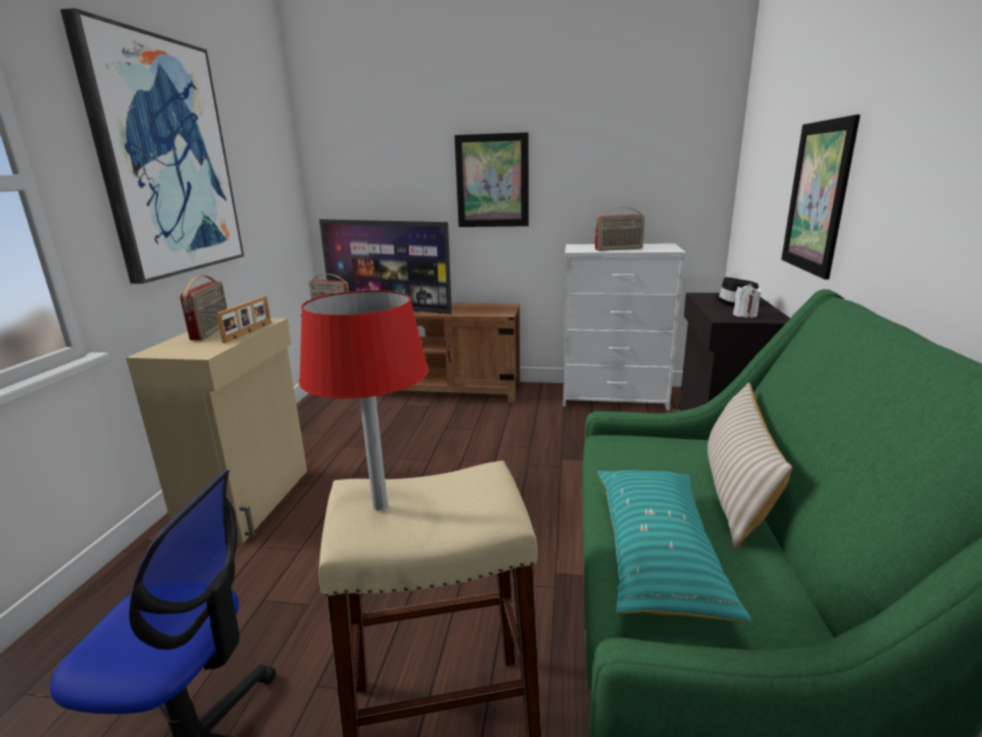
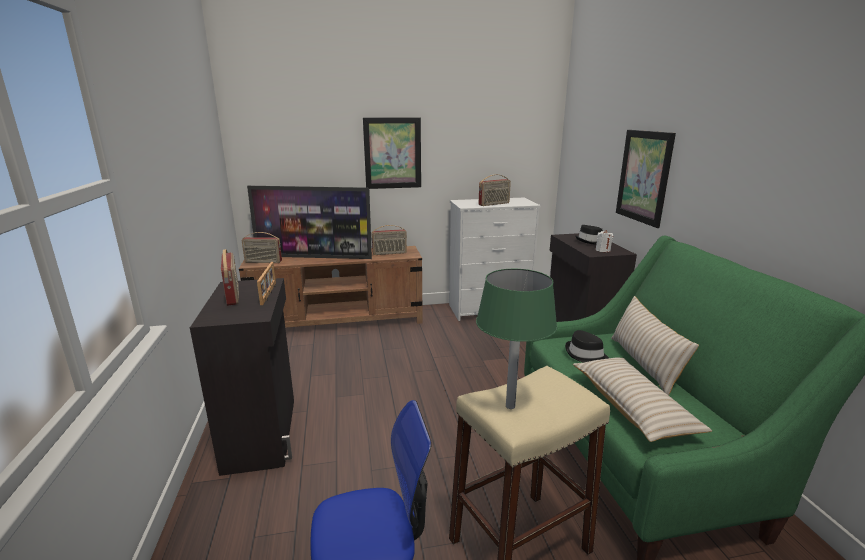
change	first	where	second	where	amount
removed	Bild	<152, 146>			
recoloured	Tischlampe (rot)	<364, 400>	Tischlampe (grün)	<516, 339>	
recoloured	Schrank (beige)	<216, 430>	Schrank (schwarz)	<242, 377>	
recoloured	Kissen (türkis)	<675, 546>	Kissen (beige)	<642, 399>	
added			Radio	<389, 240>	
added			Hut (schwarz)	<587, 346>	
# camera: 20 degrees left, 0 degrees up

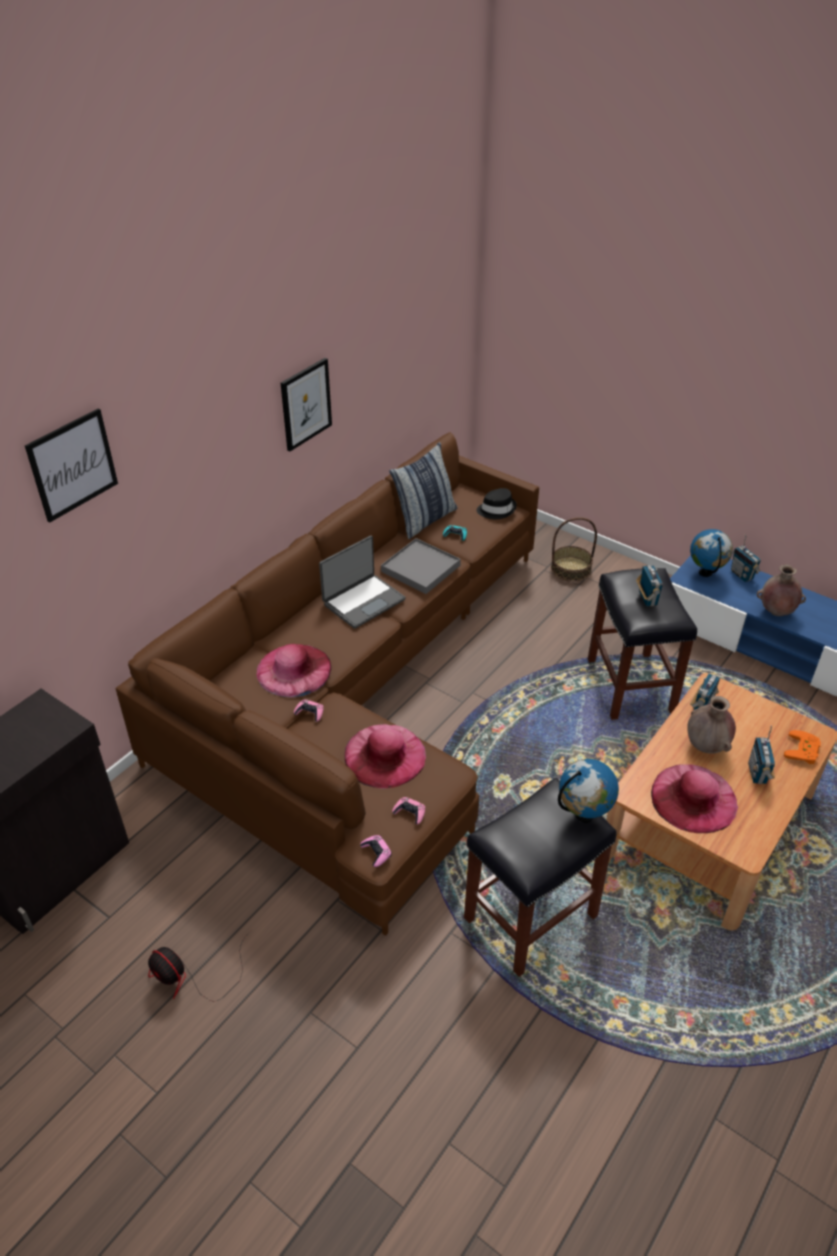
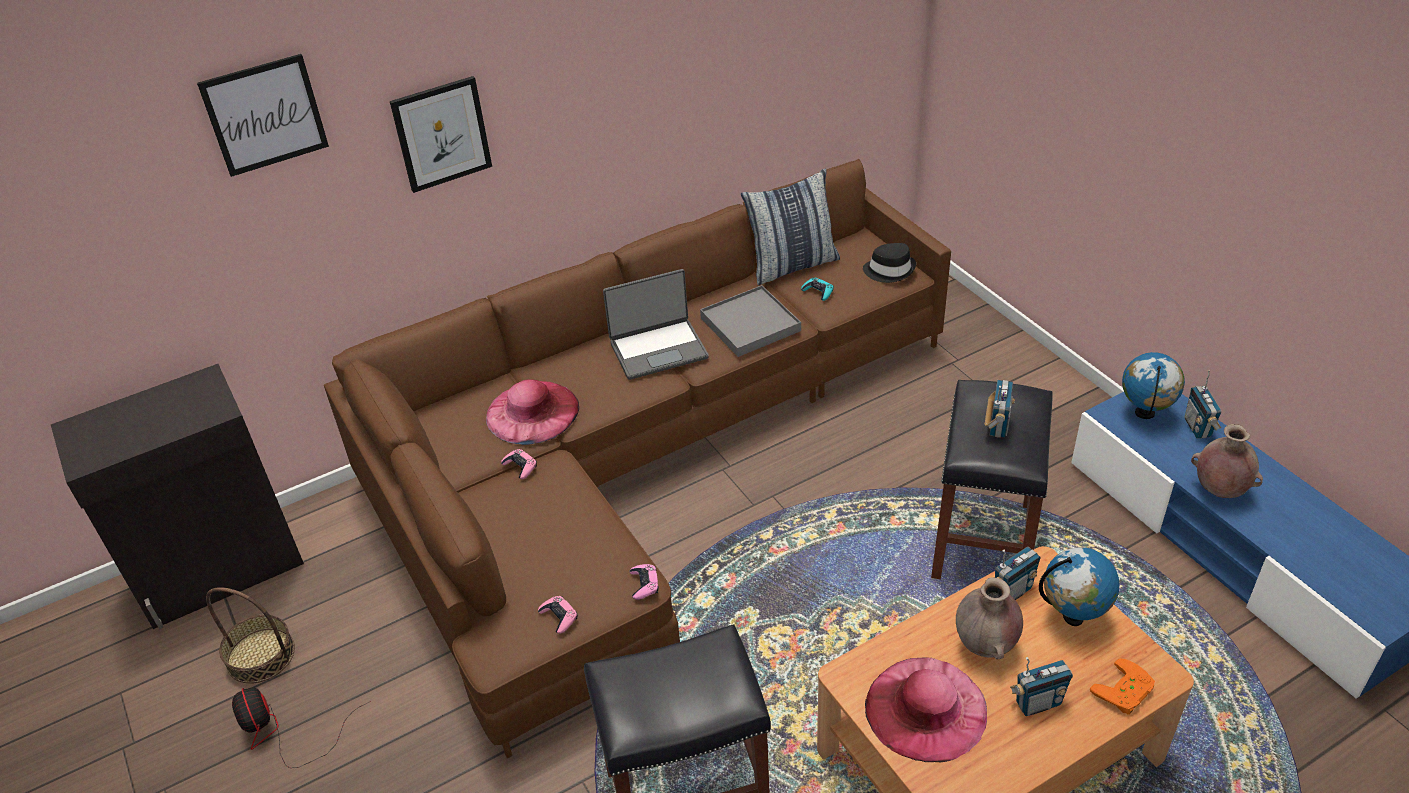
change	first	where	second	where	amount
moved	Bild	<306, 404>		<441, 134>	
moved	Korb	<574, 549>		<250, 635>	
removed	Hut (rosa)	<385, 756>			
turned	Radio	<761, 755>		<1041, 686>	135 degrees counterclockwise
moved	Globus	<588, 791>		<1079, 586>	
moved	Gamepad (rosa)	<376, 851>		<644, 582>	
# camera: 25 degrees right, 0 degrees up

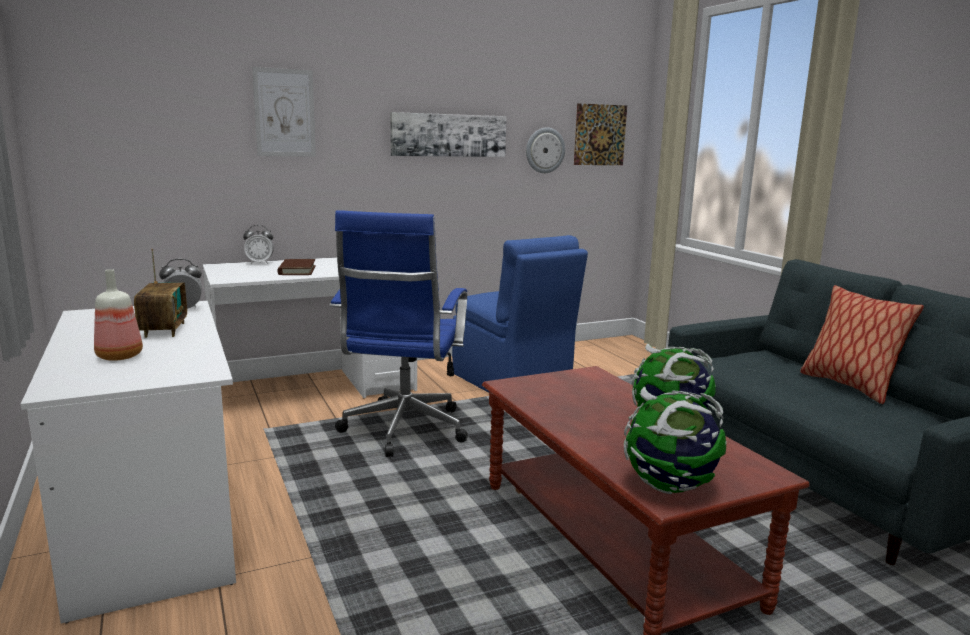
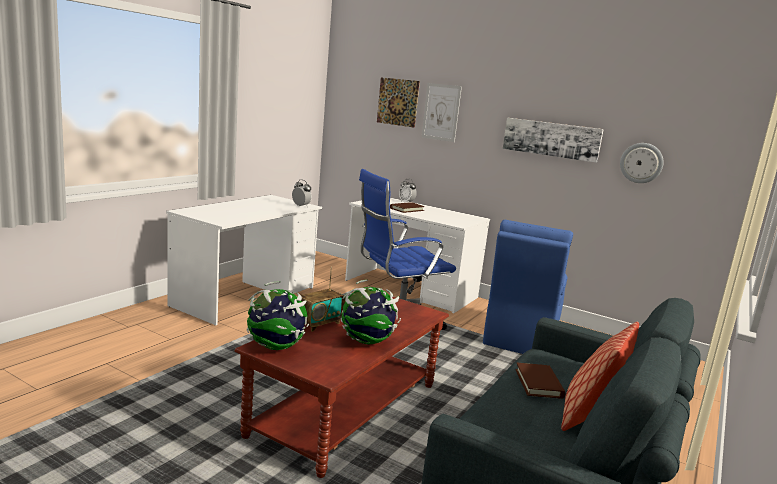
change	first	where	second	where	amount
moved	Bild	<600, 134>		<398, 102>	
moved	Radio	<160, 293>		<323, 299>	
removed	Flasche	<118, 315>			
added			Buch (braun)	<540, 381>	
# camera: 55 degrees right, 0 degrees up

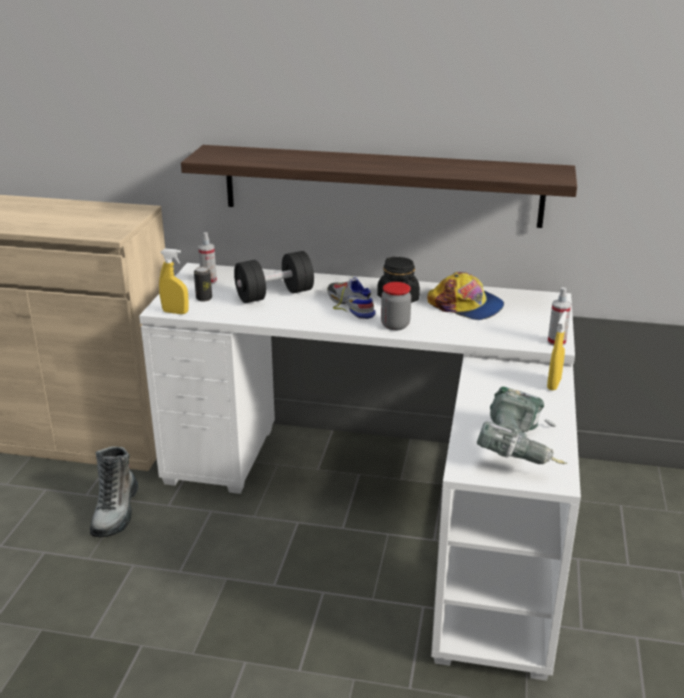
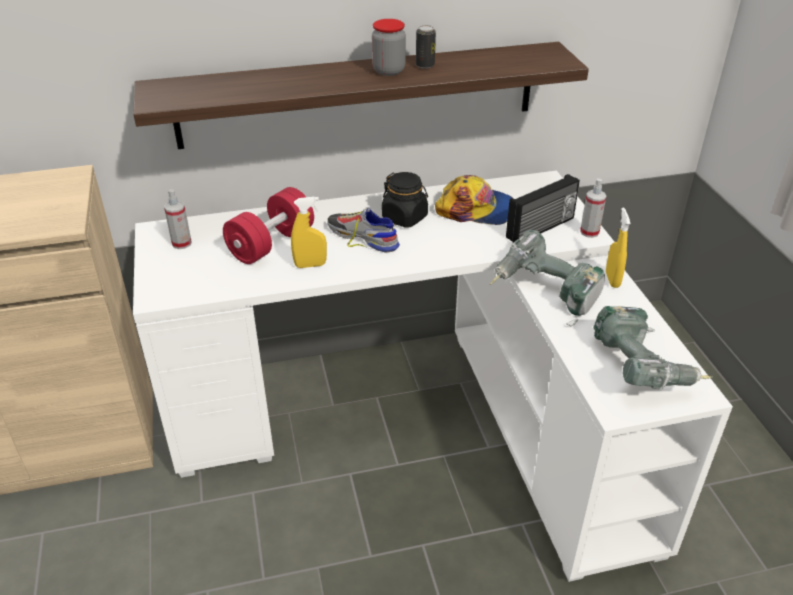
change	first	where	second	where	amount
moved	Sprühflasche (gelb)	<174, 281>		<309, 232>	
recoloured	Hantel (schwarz)	<274, 277>	Hantel (rot)	<268, 225>	
moved	Dose	<203, 284>		<426, 47>	
moved	Vorratsglas	<396, 306>		<389, 47>	
removed	Stiefel	<114, 492>			
added			Radio	<543, 208>	
added			Bohrmaschine	<547, 278>	
# camera: 25 degrees left, 10 degrees up

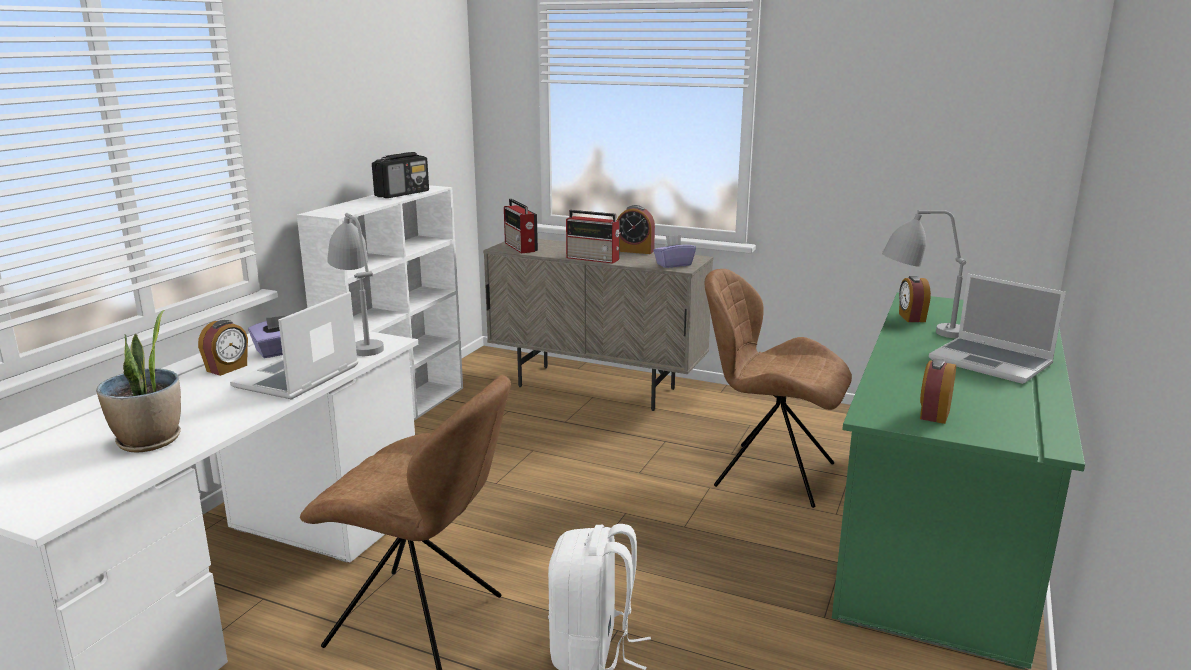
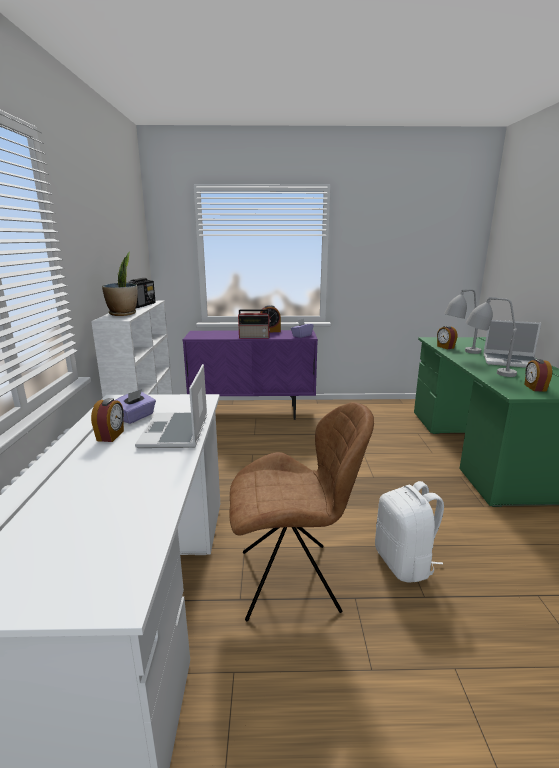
change	first	where	second	where	amount
removed	Radio	<521, 226>			
moved	Tischlampe (grau)	<355, 284>		<491, 337>	
recoloured	Schrank (beige)	<598, 325>	Schrank (lila)	<250, 375>	
removed	Stuhl (braun)	<778, 388>			
moved	Topfpflanze	<138, 381>		<120, 284>	
# camera: 25 degrees left, 0 degrees up

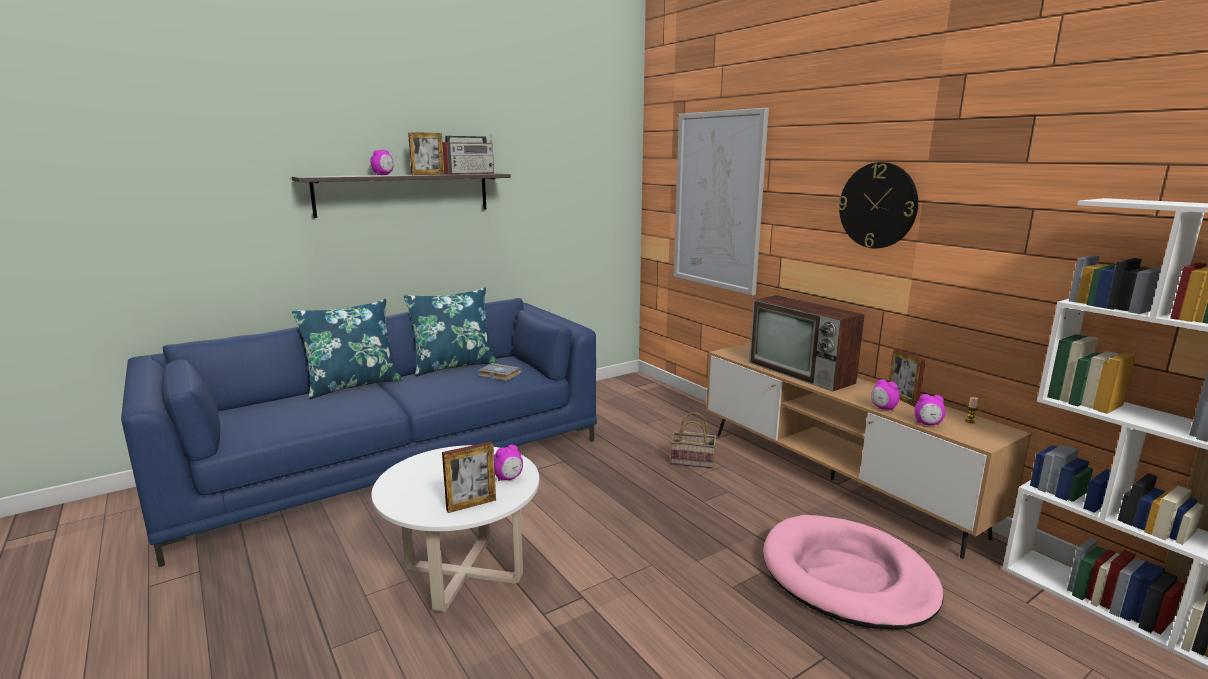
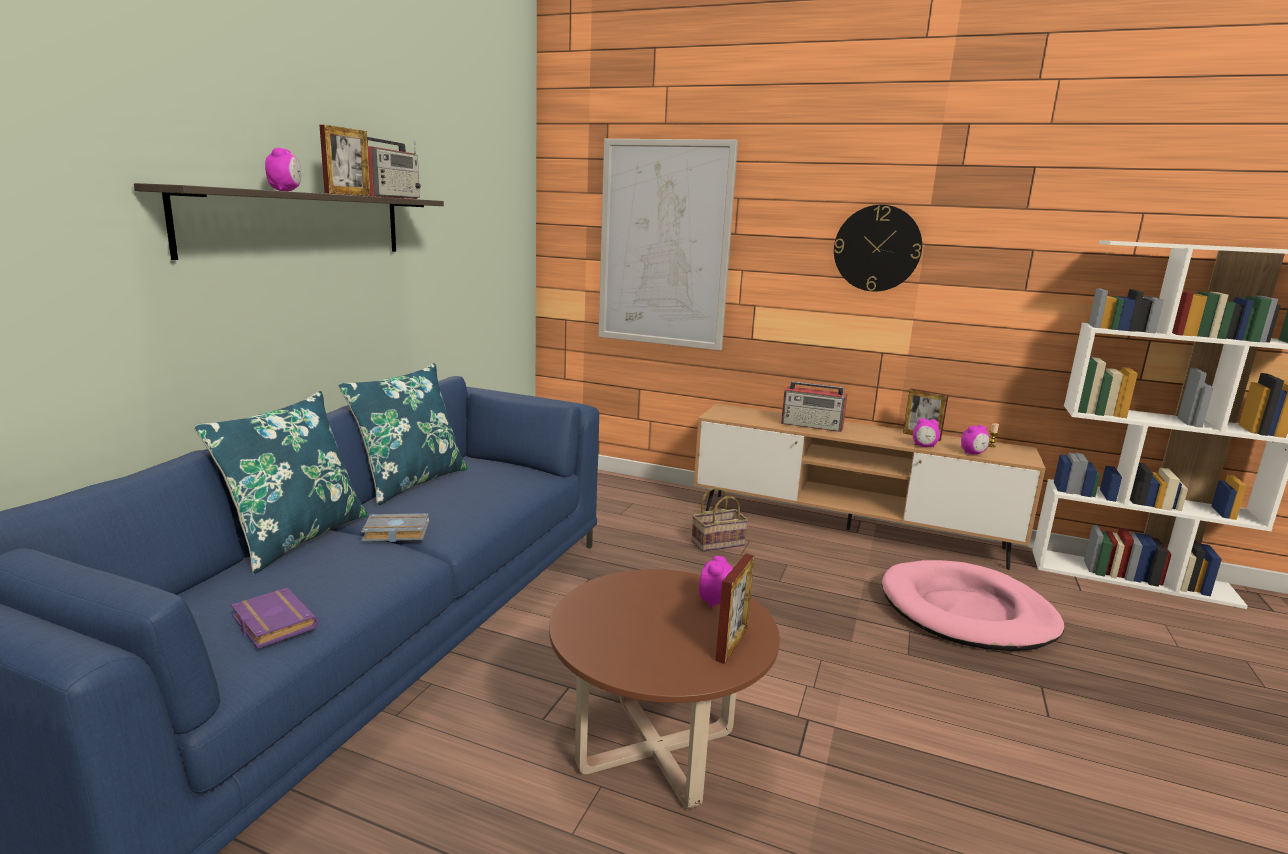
change	first	where	second	where	amount
replaced	Fernseher	<806, 343>	Radio	<814, 406>	
moved	Buch (grau)	<500, 372>		<395, 527>	
recoloured	Couchtisch (weiß)	<455, 528>	Couchtisch (braun)	<664, 689>	
added			Buch (lila)	<275, 618>	
# camera: 35 degrees left, 0 degrees up

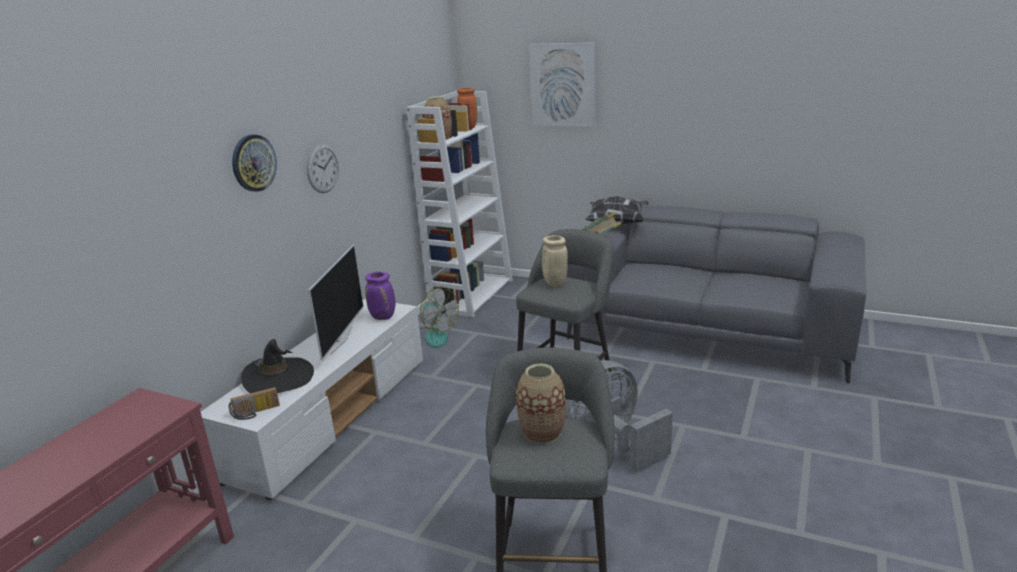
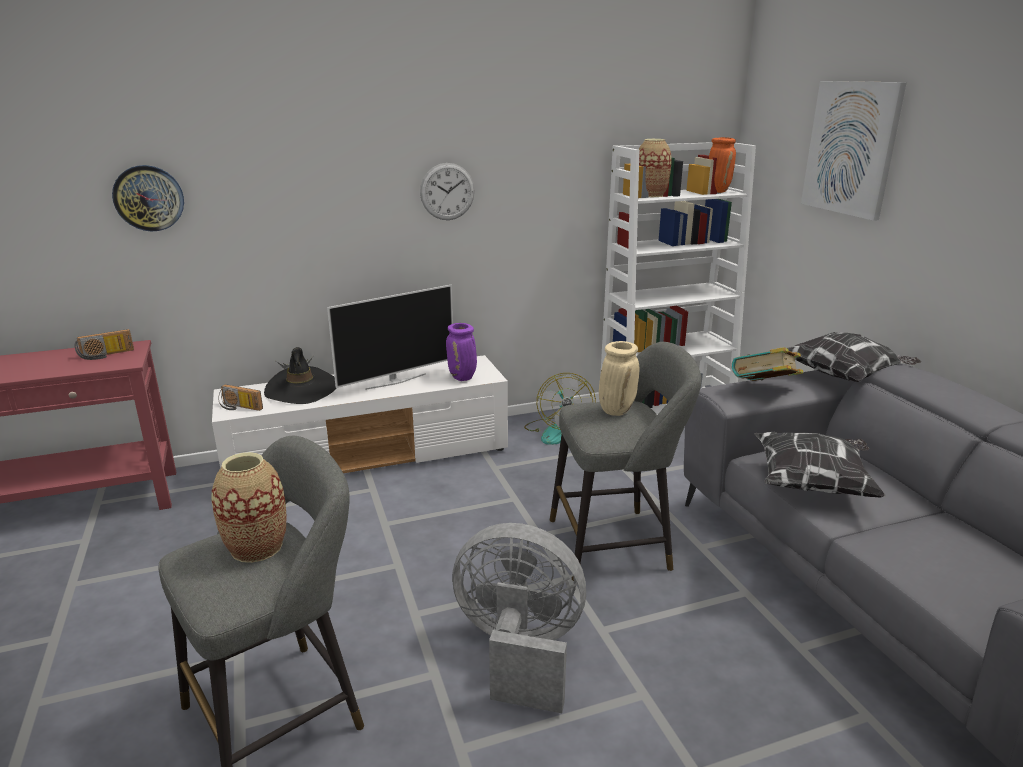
change	first	where	second	where	amount
moved	Wanduhr	<254, 163>		<148, 198>	
added			Radio	<104, 344>	
added			Kissen	<820, 464>	
# camera: 45 degrees right, 0 degrees up

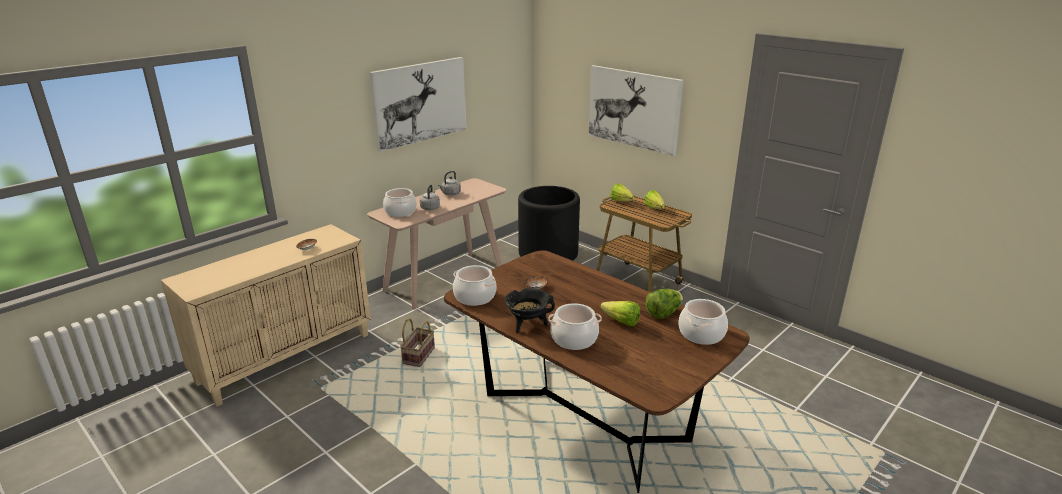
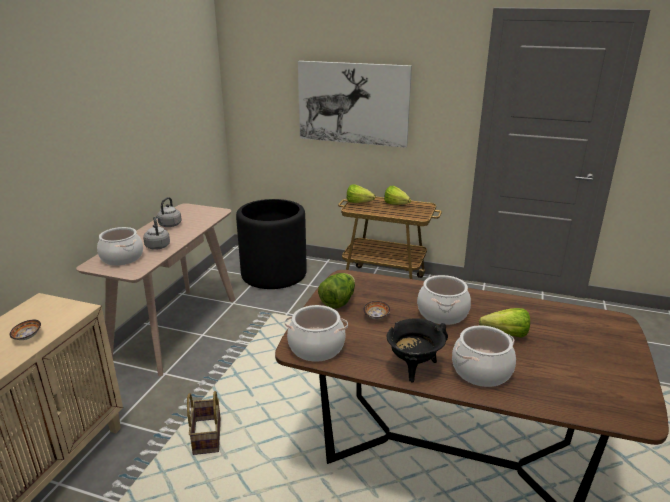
change	first	where	second	where	amount
removed	Bild	<418, 104>			
moved	Salatkopf	<664, 304>		<336, 290>	
moved	Kochtopf	<703, 322>		<444, 300>	
# camera: 25 degrees left, 0 degrees up

